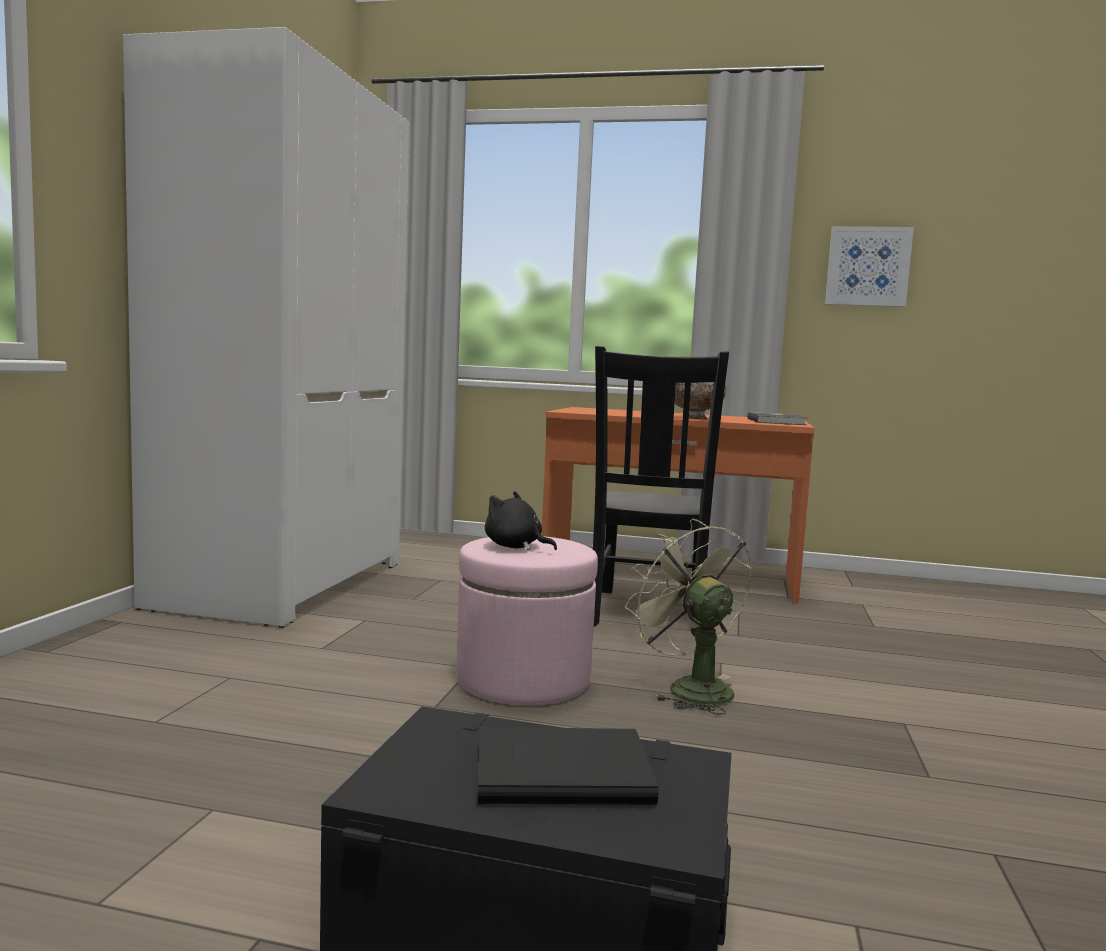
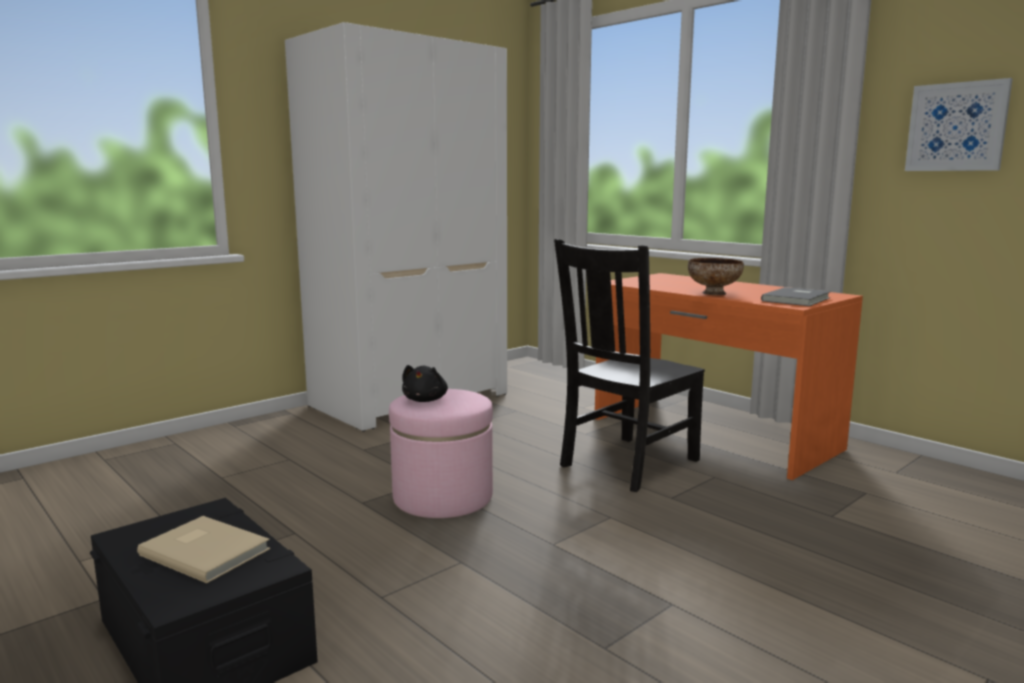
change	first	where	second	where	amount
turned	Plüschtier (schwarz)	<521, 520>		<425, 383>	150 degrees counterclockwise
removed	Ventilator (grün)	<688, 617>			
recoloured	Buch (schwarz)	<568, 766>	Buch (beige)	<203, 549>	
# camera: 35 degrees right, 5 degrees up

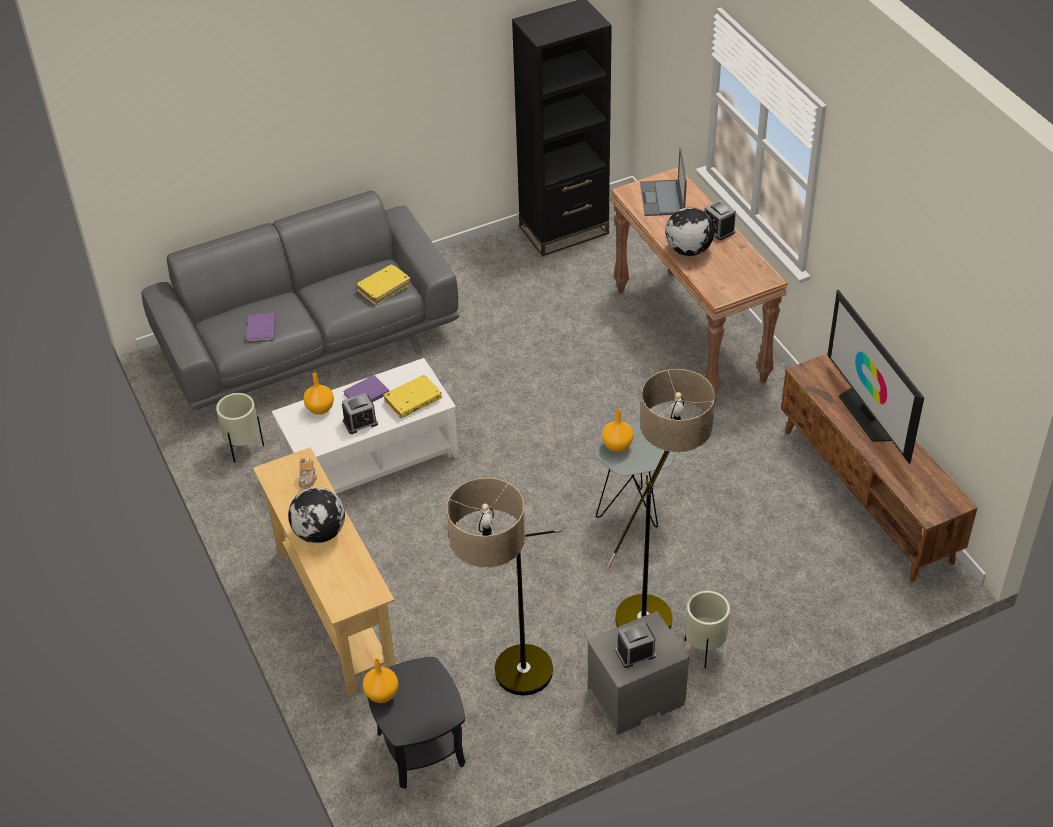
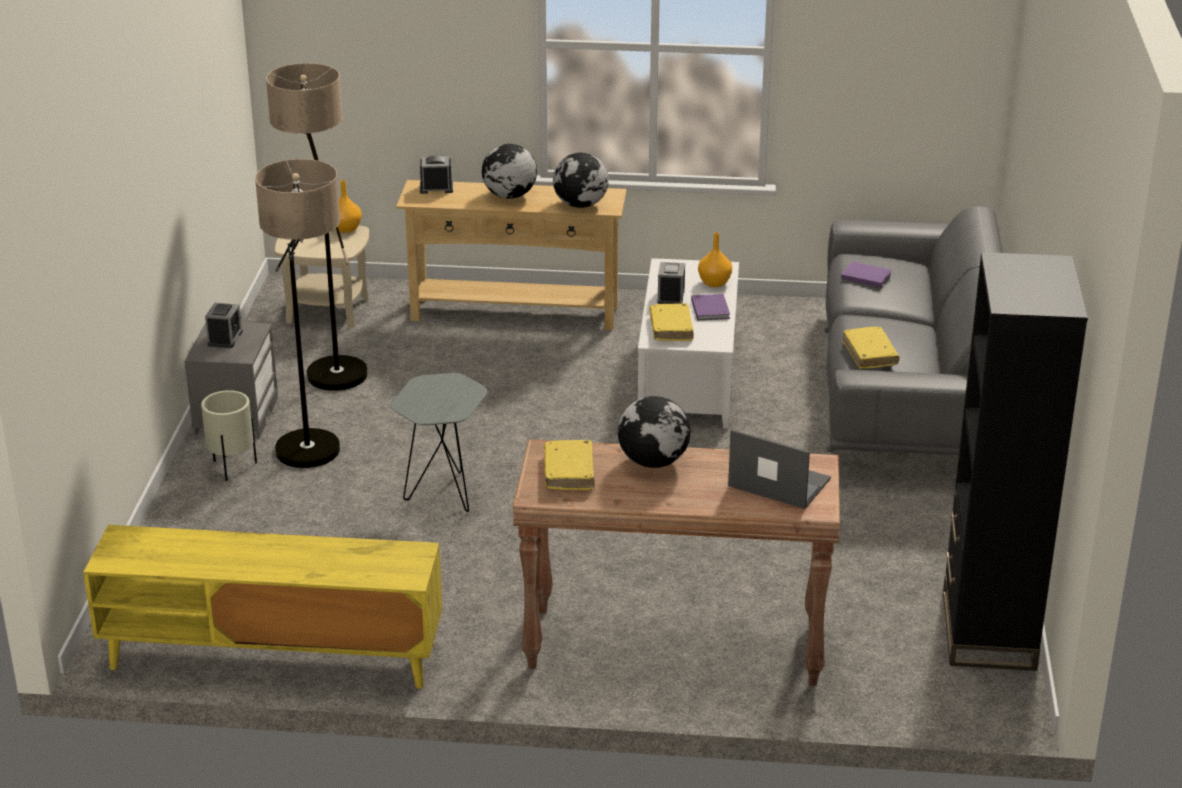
change	first	where	second	where	amount
moved	Wecker	<720, 219>		<436, 175>	
removed	Fernseher	<875, 377>			
recoloured	Fernsehschrank (braun)	<879, 467>	Fernsehschrank (gelb)	<262, 607>	
removed	Pflanzkübel (beige)	<240, 428>			
removed	Vase (orange)	<618, 430>			
replaced	Teekanne	<307, 473>	Globus	<581, 180>	
recoloured	Beistelltisch (schwarz)	<416, 723>	Beistelltisch (beige)	<322, 276>	
added			Buch (gelb)	<569, 465>	
# camera: 120 degrees right, 15 degrees down

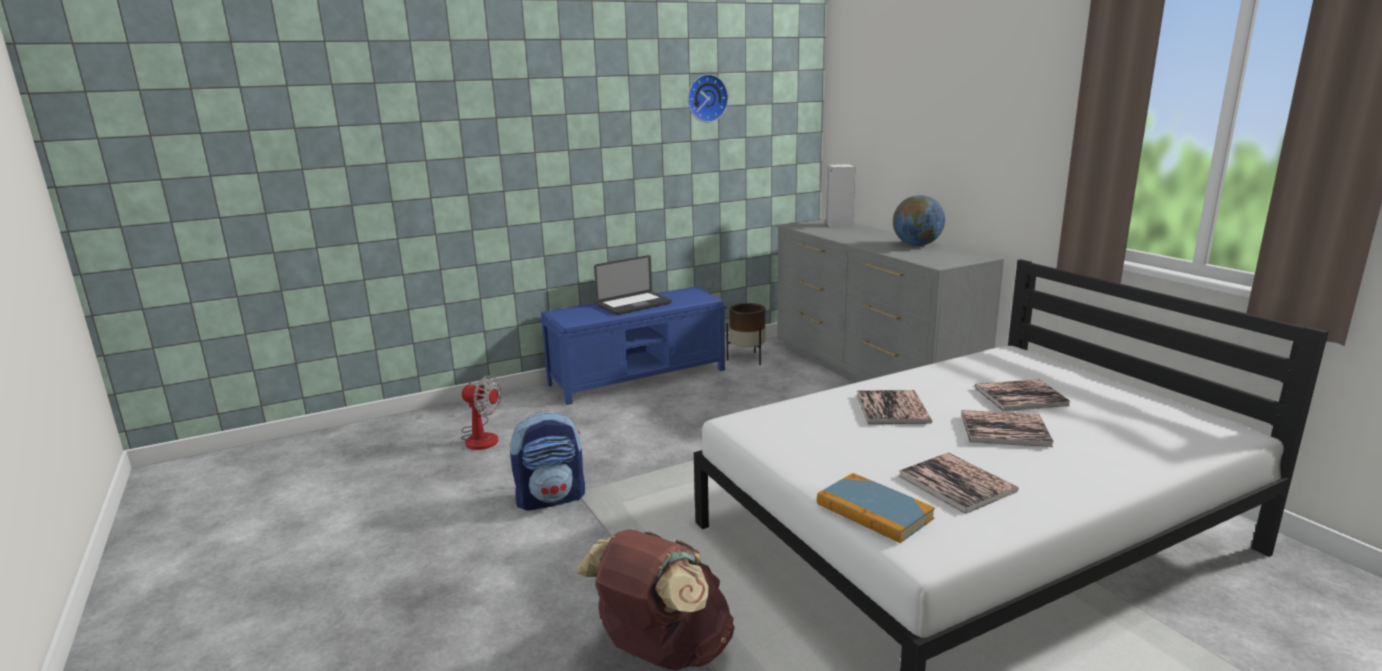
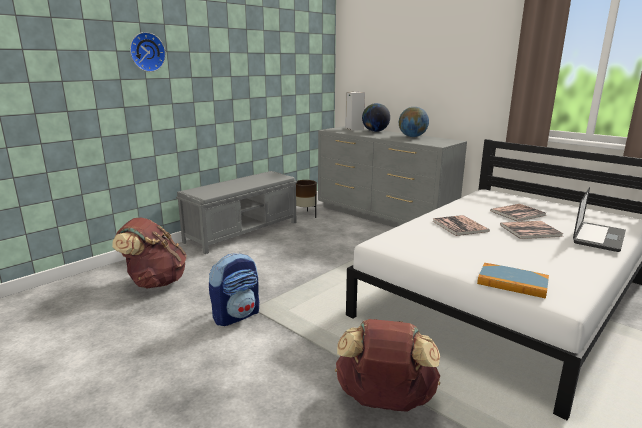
change	first	where	second	where	amount
moved	Wanduhr	<708, 98>		<148, 52>	
moved	Laptop	<633, 285>		<599, 219>	
recoloured	Bank (blau)	<633, 345>	Bank (grau)	<236, 212>	
replaced	Ventilator	<481, 412>	Rucksack (braun)	<149, 253>	
removed	Buch	<958, 483>			
added			Globus	<376, 117>	
# camera: 20 degrees left, 0 degrees up

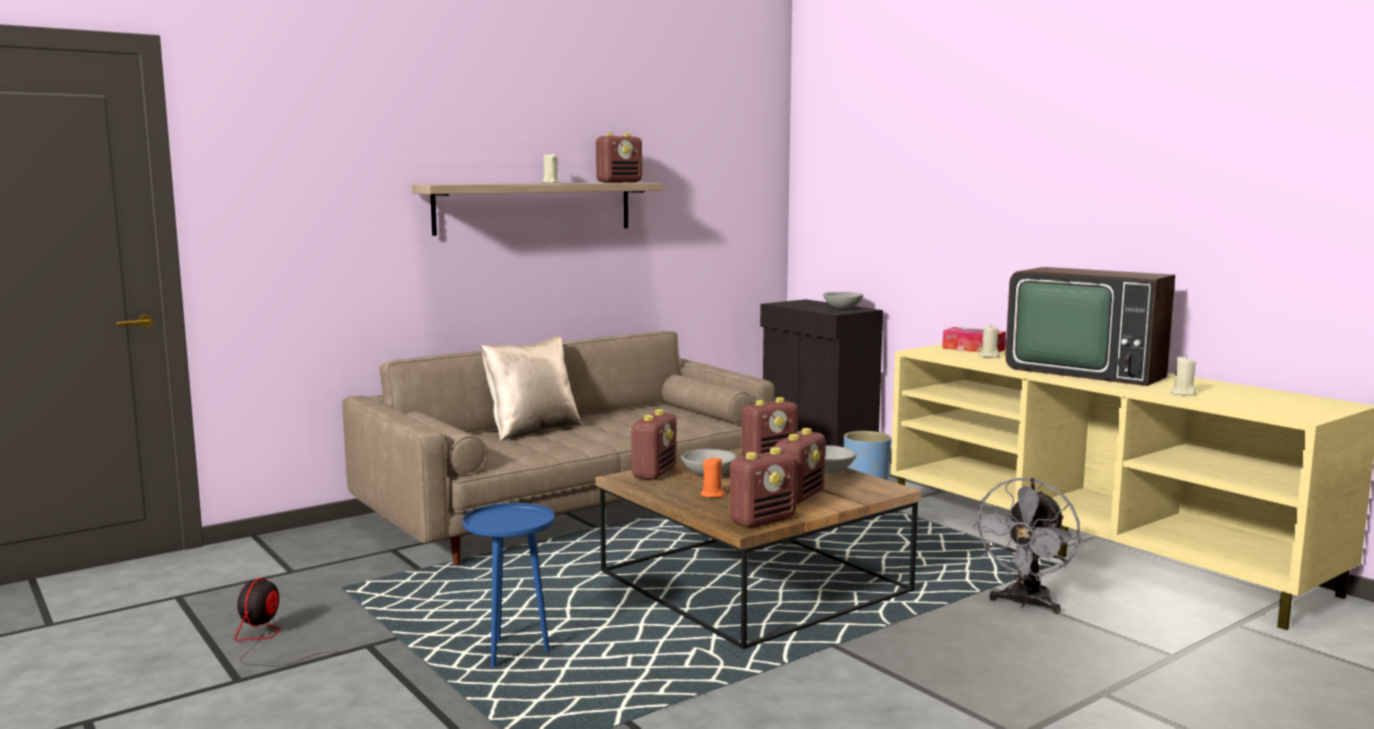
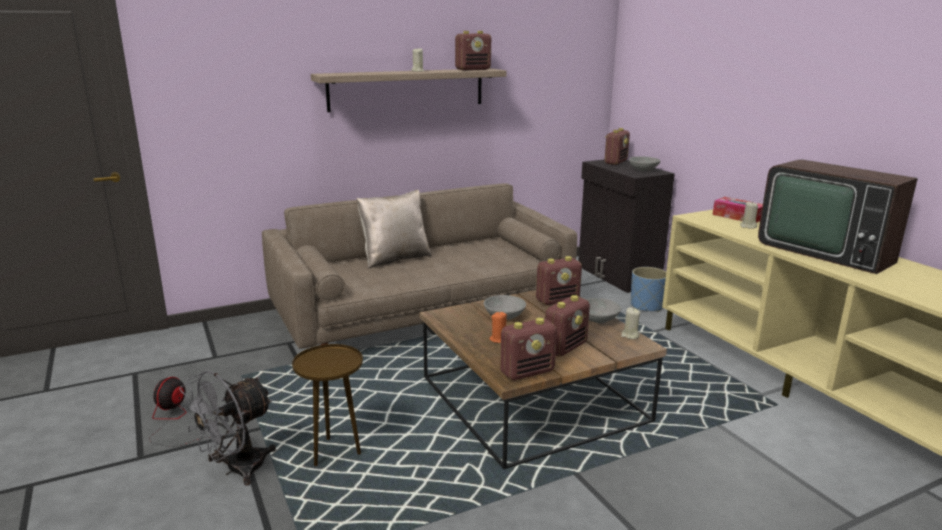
change	first	where	second	where	amount
moved	Kerze (beige)	<1183, 376>		<631, 323>	
moved	Radio	<653, 444>		<617, 146>	
moved	Ventilator (grau)	<1026, 546>		<228, 428>	
recoloured	Beistelltisch (blau)	<509, 585>	Beistelltisch (braun)	<327, 405>	
# camera: 10 degrees right, 10 degrees up

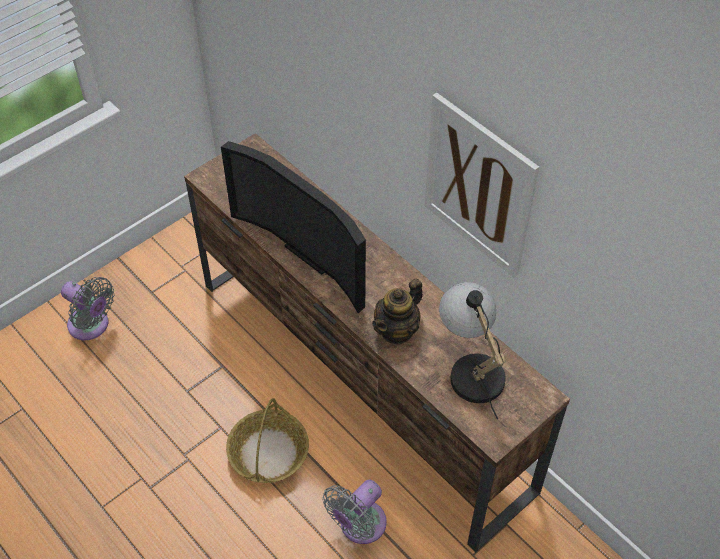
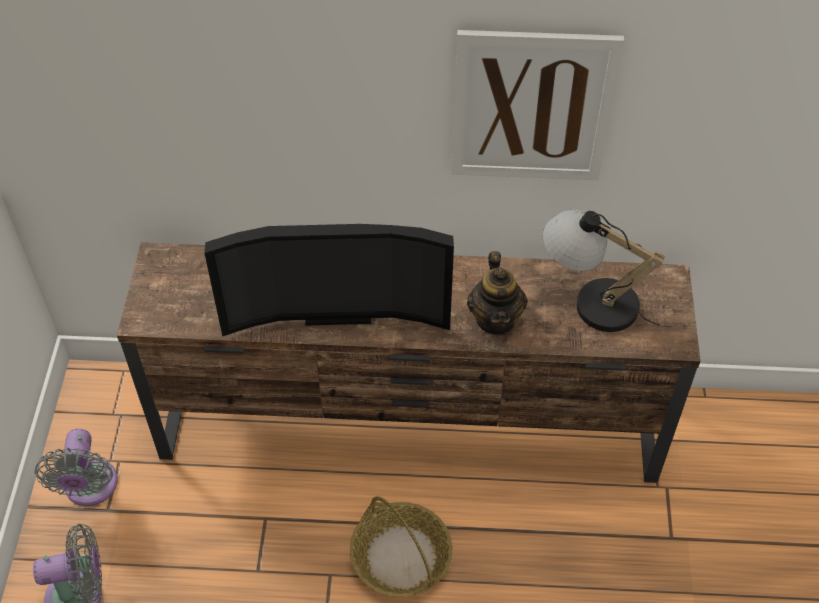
change	first	where	second	where	amount
moved	Ventilator (grau)	<354, 512>		<76, 467>	
# camera: 45 degrees left, 0 degrees up

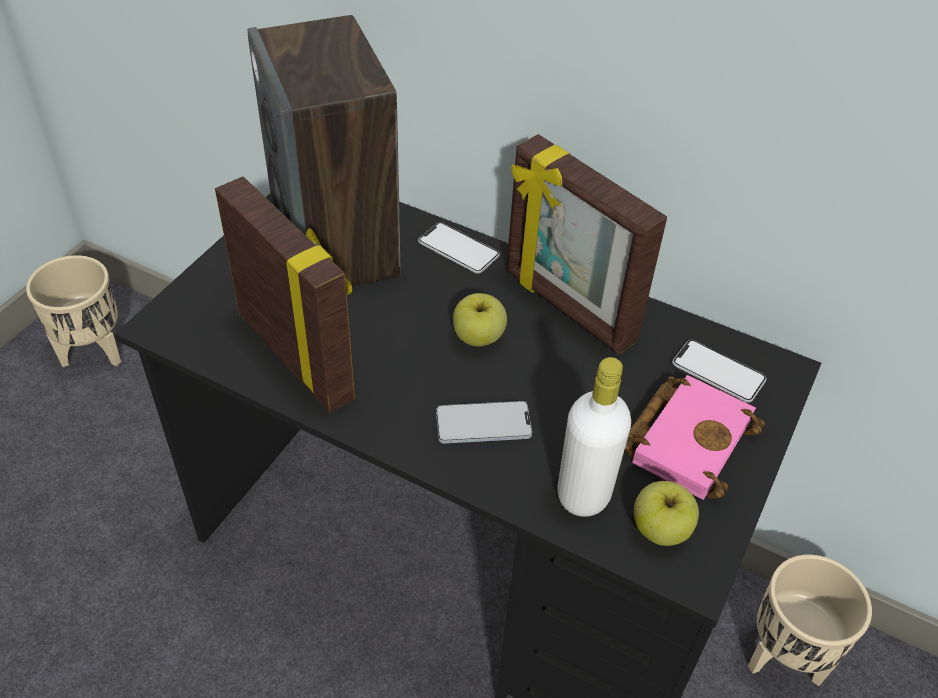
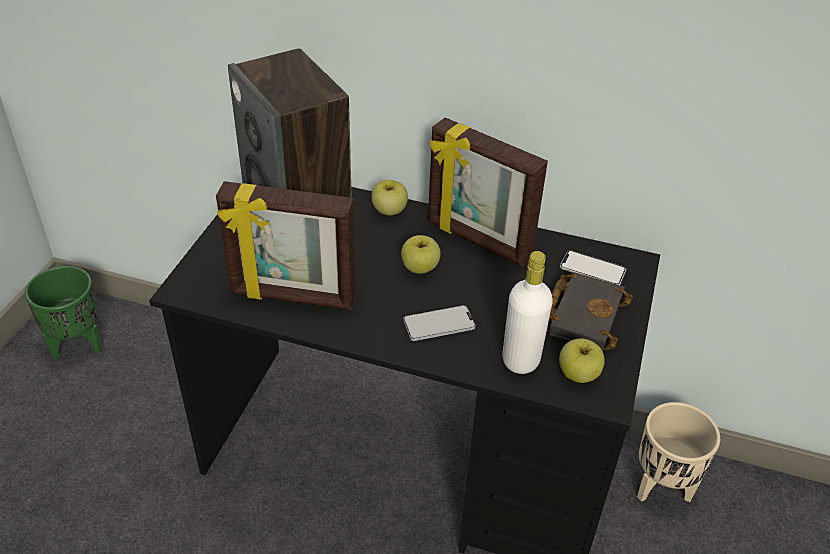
change	first	where	second	where	amount
turned	Bilderrahmen	<285, 294>		<286, 245>	150 degrees clockwise
replaced	Handy	<459, 248>	Apfel	<389, 198>	
recoloured	Pflanzkübel (beige)	<73, 311>	Pflanzkübel (grün)	<64, 313>	
recoloured	Buch (rosa)	<695, 437>	Buch (schwarz)	<590, 311>	
# camera: 10 degrees left, 5 degrees down

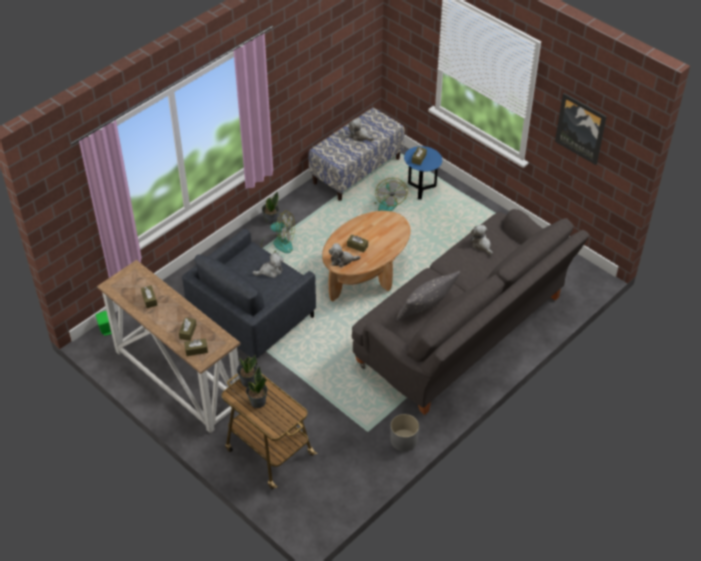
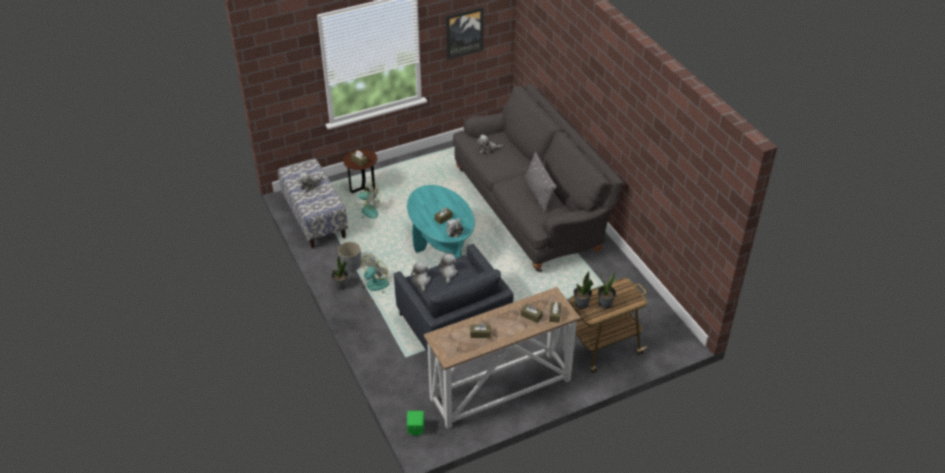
change	first	where	second	where	amount
recoloured	Beistelltisch (blau)	<423, 173>	Beistelltisch (braun)	<360, 171>	
recoloured	Couchtisch (braun)	<366, 256>	Couchtisch (türkis)	<441, 222>	
moved	Pflanzkübel (grau)	<404, 432>		<350, 257>	
added			Plüschtier	<421, 277>	
# camera: 70 degrees left, 5 degrees down

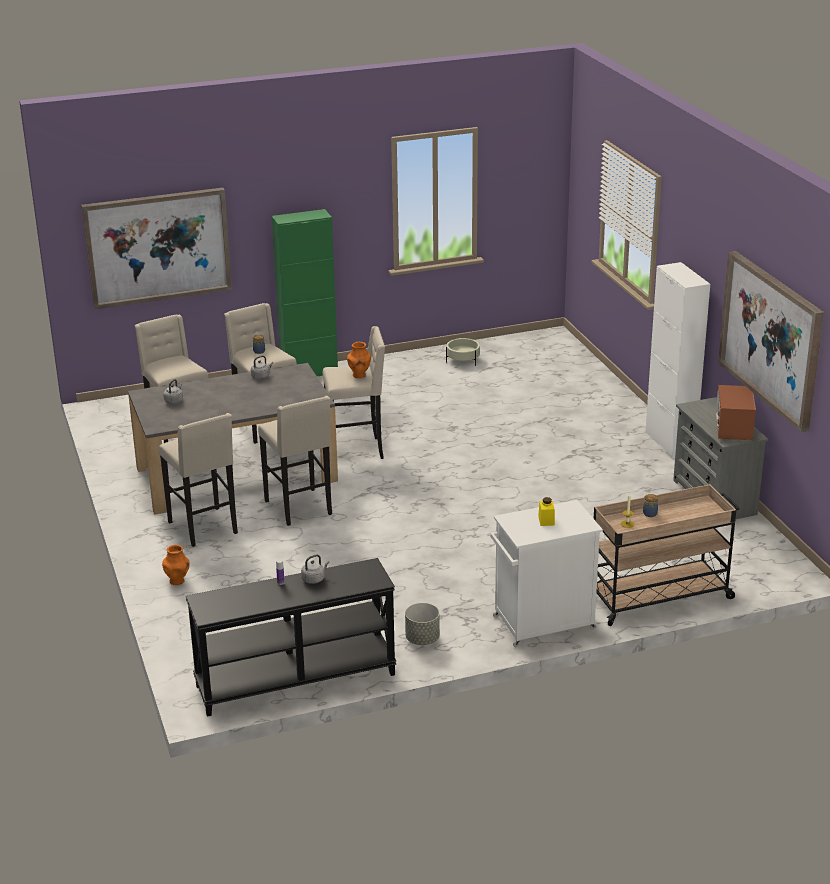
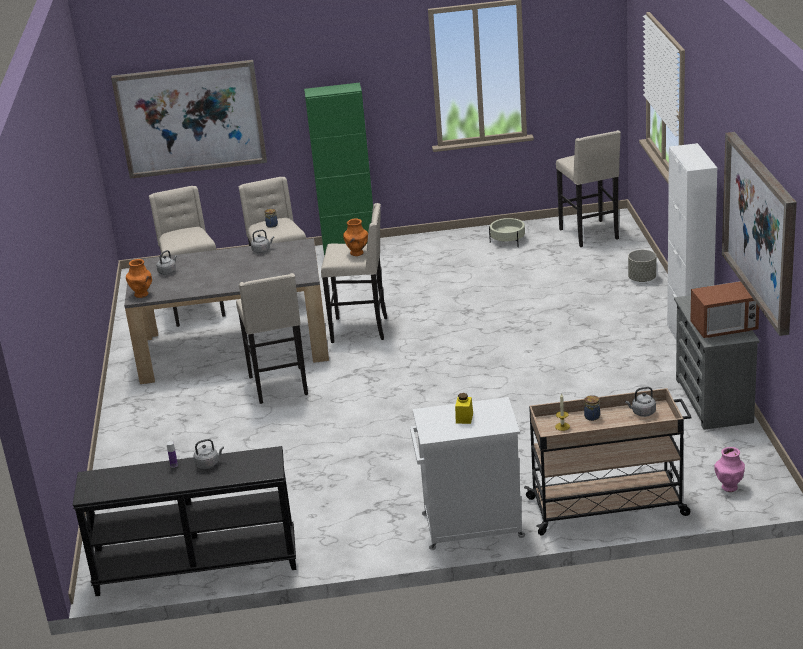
change	first	where	second	where	amount
turned	Mikrowelle	<736, 412>		<725, 309>	120 degrees counterclockwise
moved	Hocker (beige)	<198, 480>		<588, 188>	
moved	Vase (orange)	<176, 565>		<139, 278>	
moved	Pflanzkübel (grau)	<422, 624>		<642, 266>	
added			Wasserkessel (grau)	<640, 402>	
added			Vase (rosa)	<729, 469>	
# camera: 15 degrees right, 0 degrees up

